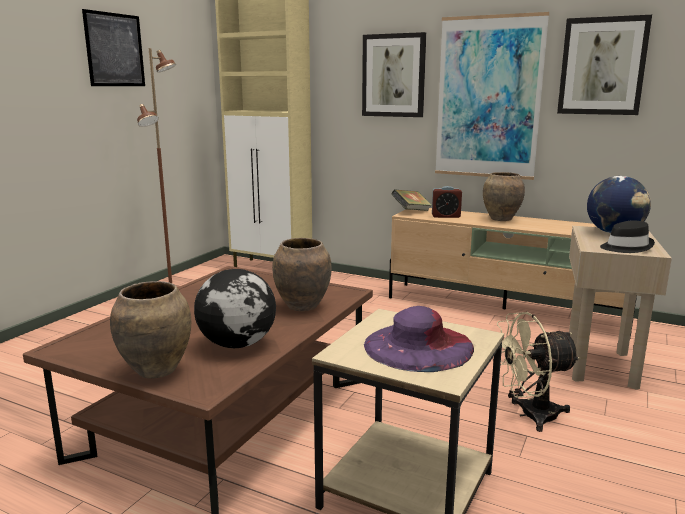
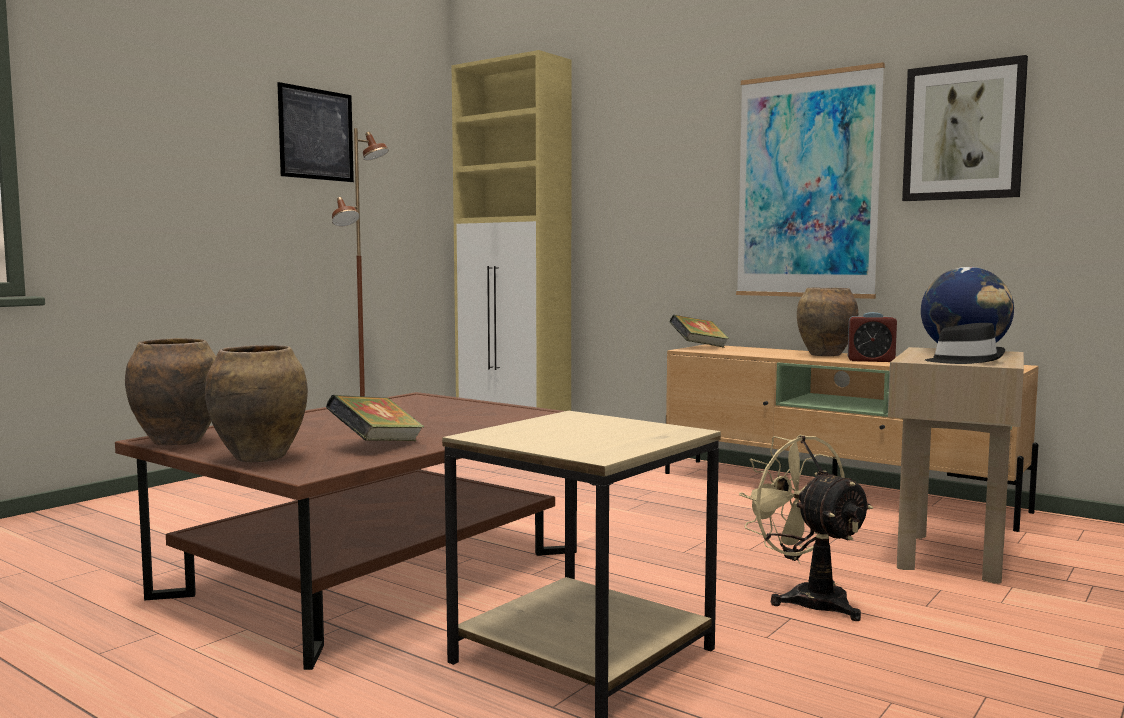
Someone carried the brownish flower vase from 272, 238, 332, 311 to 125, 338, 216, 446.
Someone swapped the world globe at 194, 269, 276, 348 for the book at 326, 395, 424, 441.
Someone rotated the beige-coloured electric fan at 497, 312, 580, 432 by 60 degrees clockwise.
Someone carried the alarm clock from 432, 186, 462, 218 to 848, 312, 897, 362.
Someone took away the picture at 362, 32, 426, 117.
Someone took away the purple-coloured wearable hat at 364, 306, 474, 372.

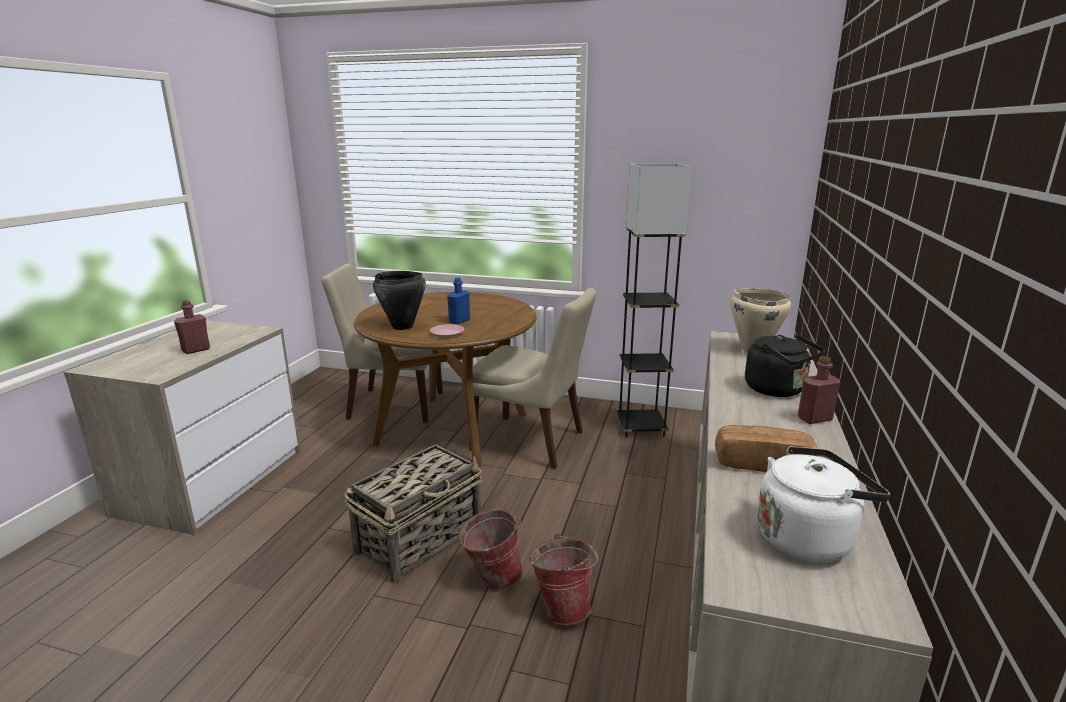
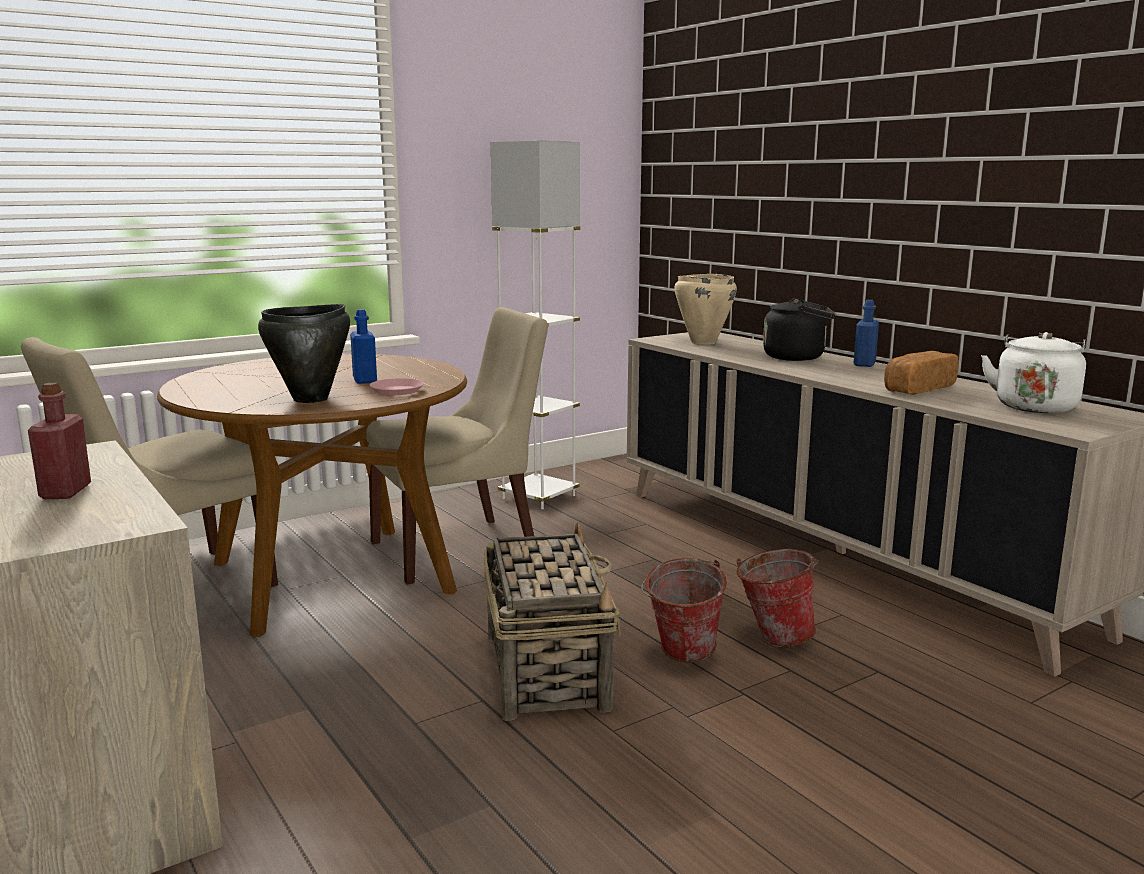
Someone repainted the blackish standard lamp at 617, 163, 691, 437, which became the white-coloured standard lamp at 491, 140, 580, 509.
Someone repainted the red-coloured bottle at 798, 356, 840, 424, which became the bluish bottle at 853, 300, 879, 367.

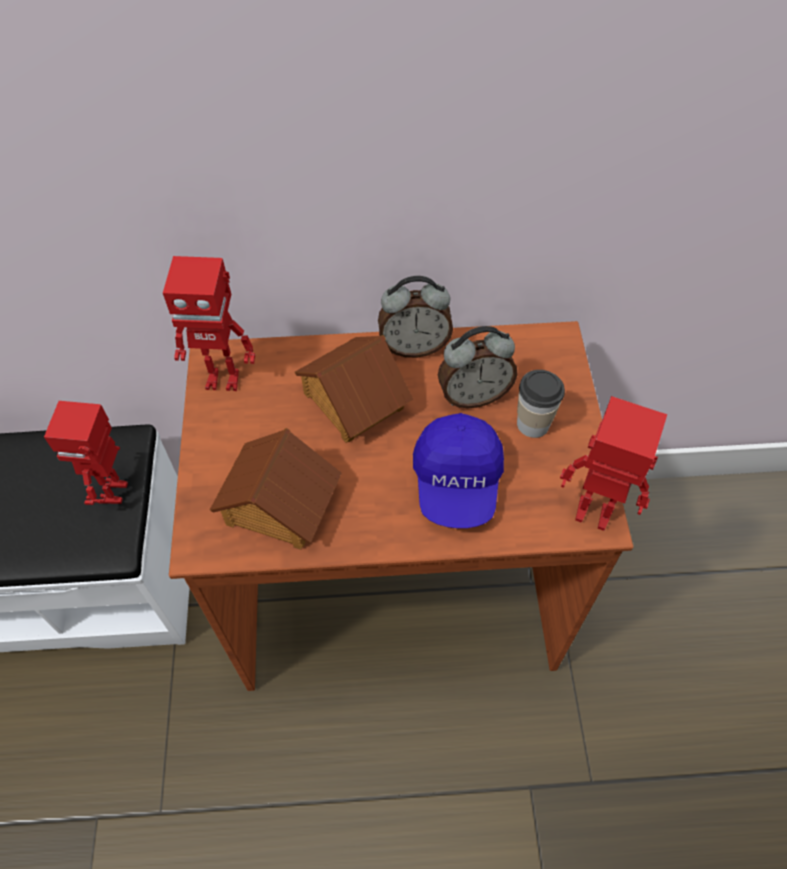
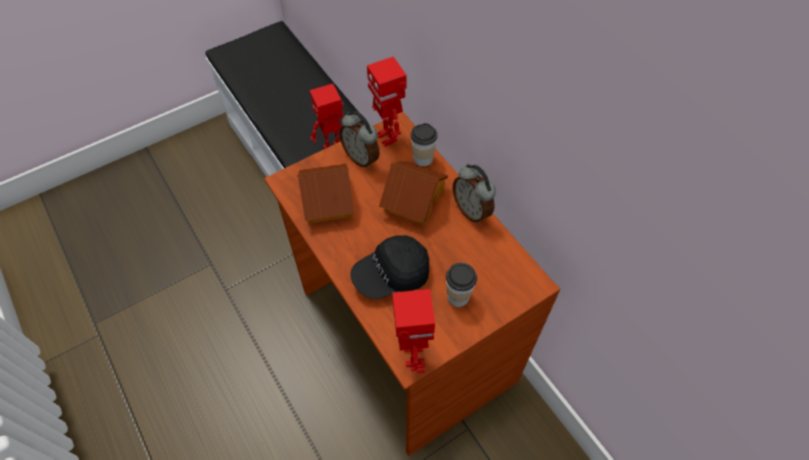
Someone carried the alarm clock from 438, 326, 518, 409 to 339, 111, 380, 169.
Someone repainted the bluish baseball cap at 413, 413, 504, 528, which became the blackish baseball cap at 350, 235, 429, 299.
Someone put down the drinking cup at 411, 123, 437, 166.

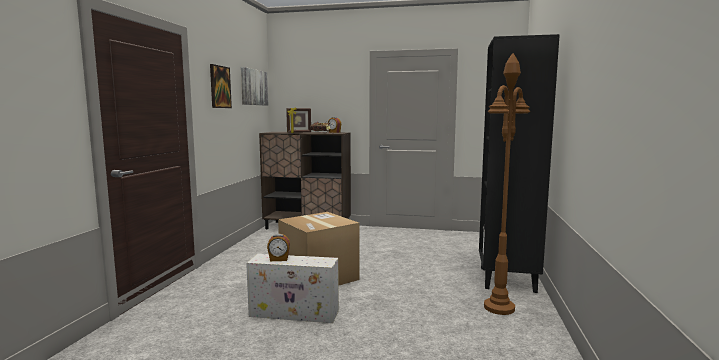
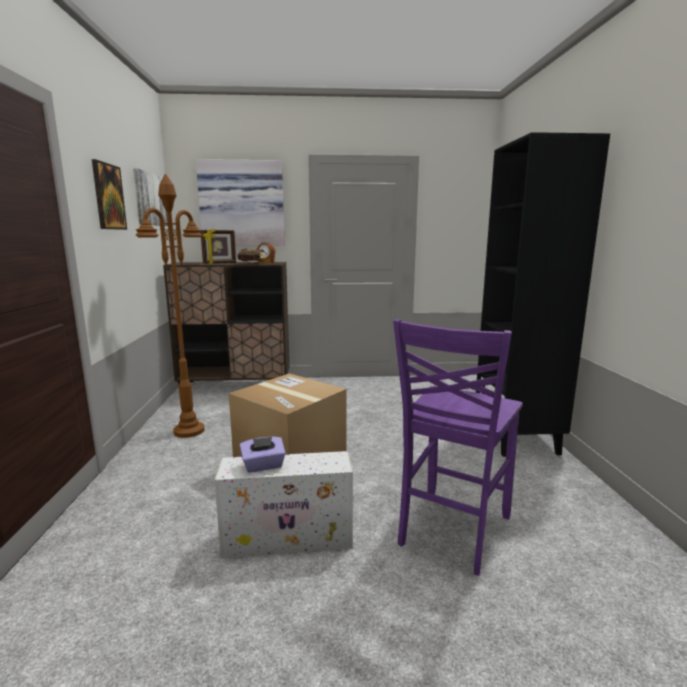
Someone carried the brownish standard lamp from 484, 53, 530, 315 to 135, 174, 204, 438.
Someone put up the picture at 196, 159, 285, 246.
Someone swapped the alarm clock at 267, 234, 290, 261 for the purple-coloured tissue holder at 240, 437, 286, 473.
Someone put down the purple-coloured upright chair at 393, 319, 523, 576.

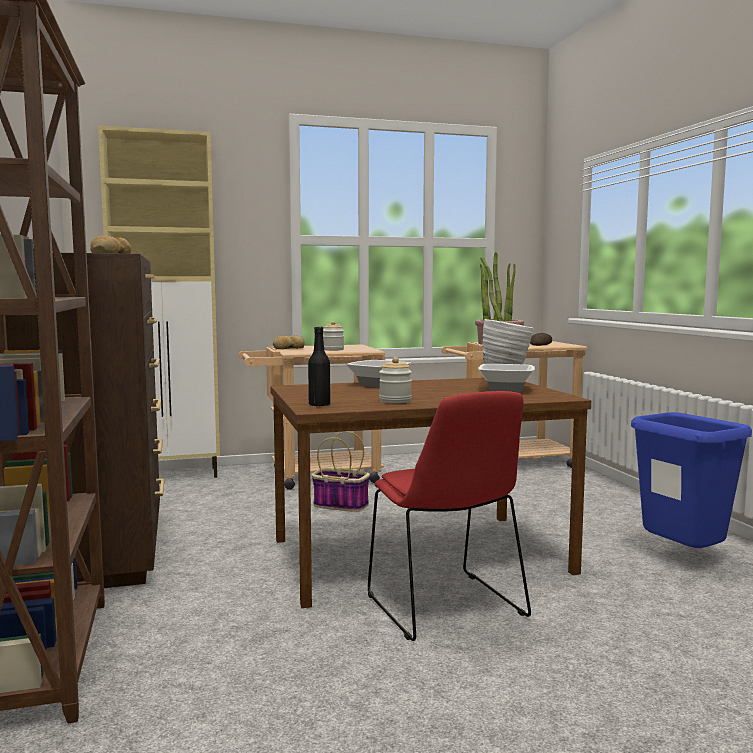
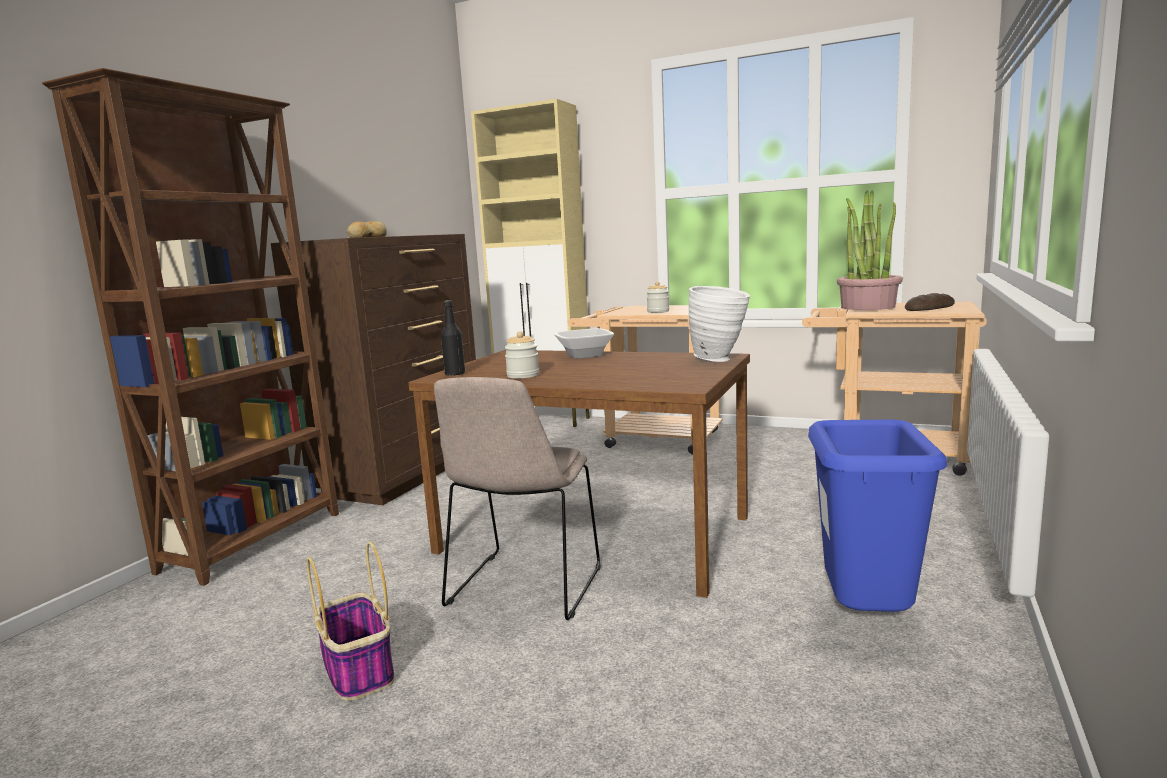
Someone carried the storage basket from 312, 431, 370, 512 to 307, 541, 395, 701.
Someone repainted the red-coloured upright chair at 368, 391, 531, 641, which became the beige-coloured upright chair at 434, 377, 600, 620.
Someone took away the bakery bread at 273, 335, 305, 349.
Someone took away the bowl at 478, 364, 535, 392.

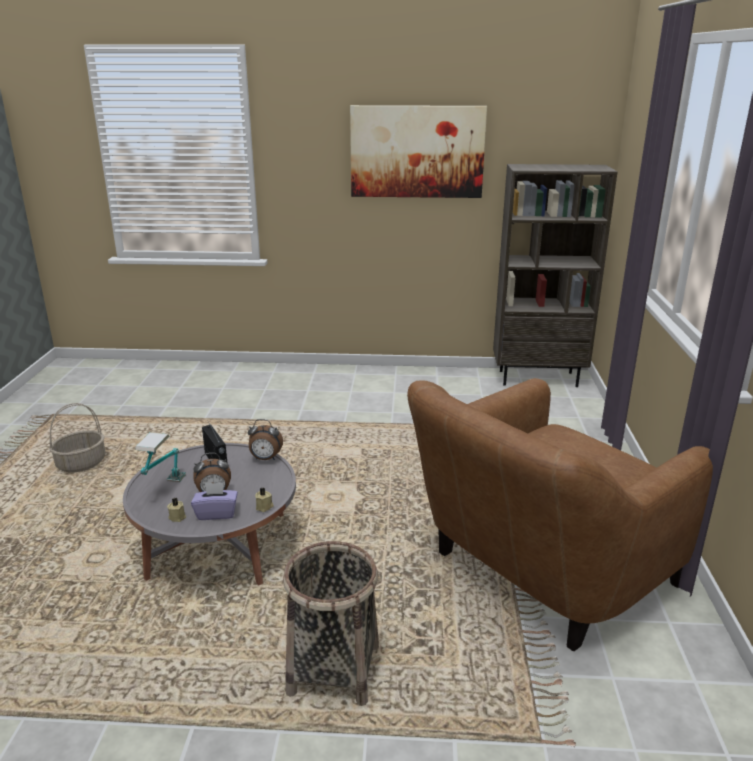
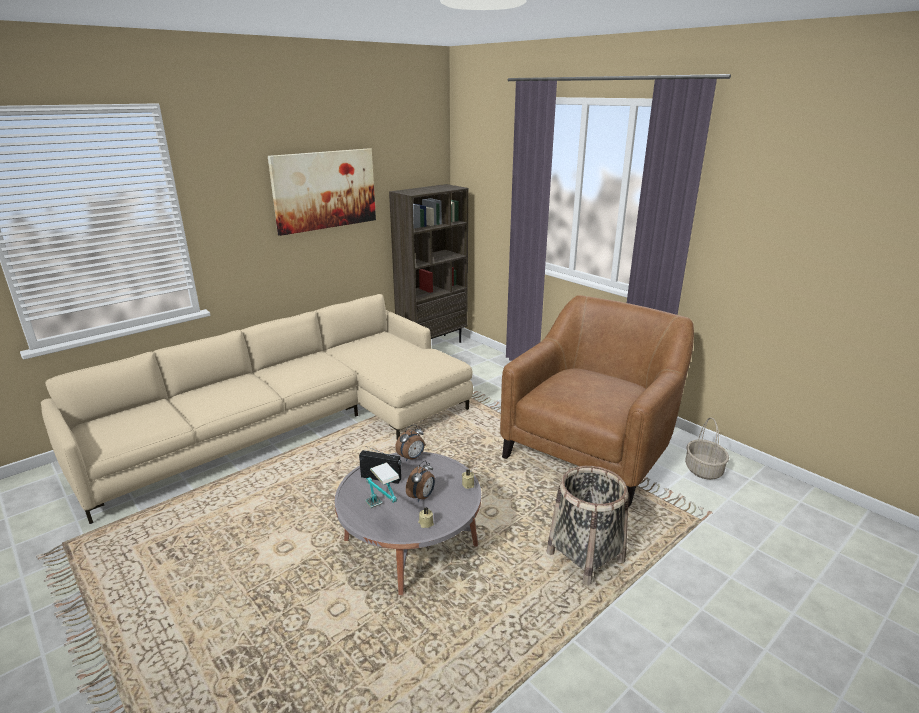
Someone put down the beige-coloured couch at 41, 294, 473, 524.
Someone rotated the brownish lounge chair at 407, 378, 713, 651 by 150 degrees counterclockwise.
Someone carried the storage basket from 49, 403, 105, 472 to 685, 417, 729, 480.
Someone took away the purple-coloured tissue holder at 191, 483, 238, 520.

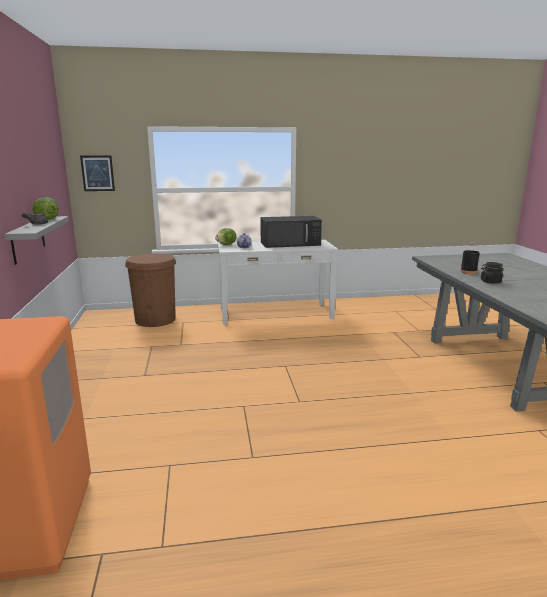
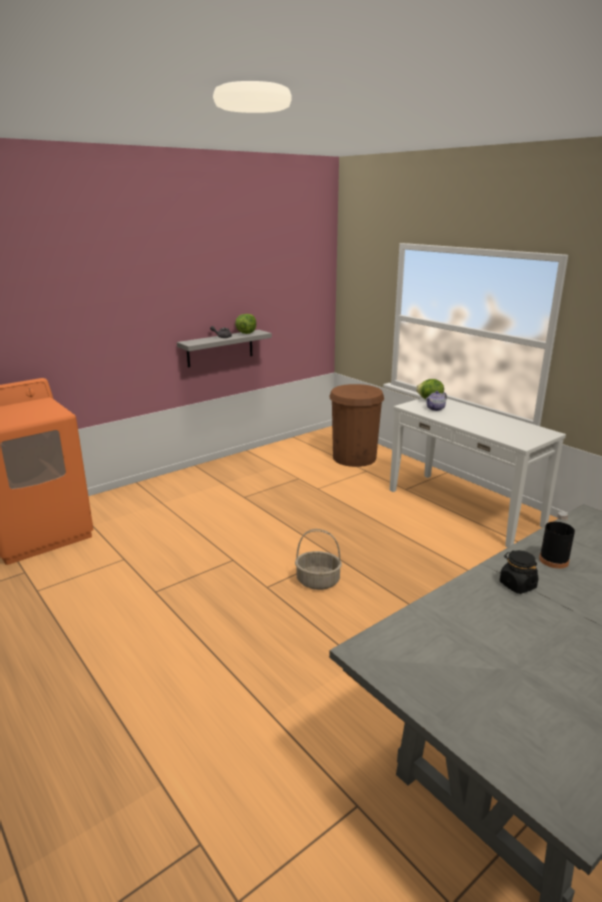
Someone put down the storage basket at 295, 529, 342, 590.
Someone took away the picture at 80, 155, 115, 191.
Someone took away the blackish microwave oven at 260, 216, 322, 248.

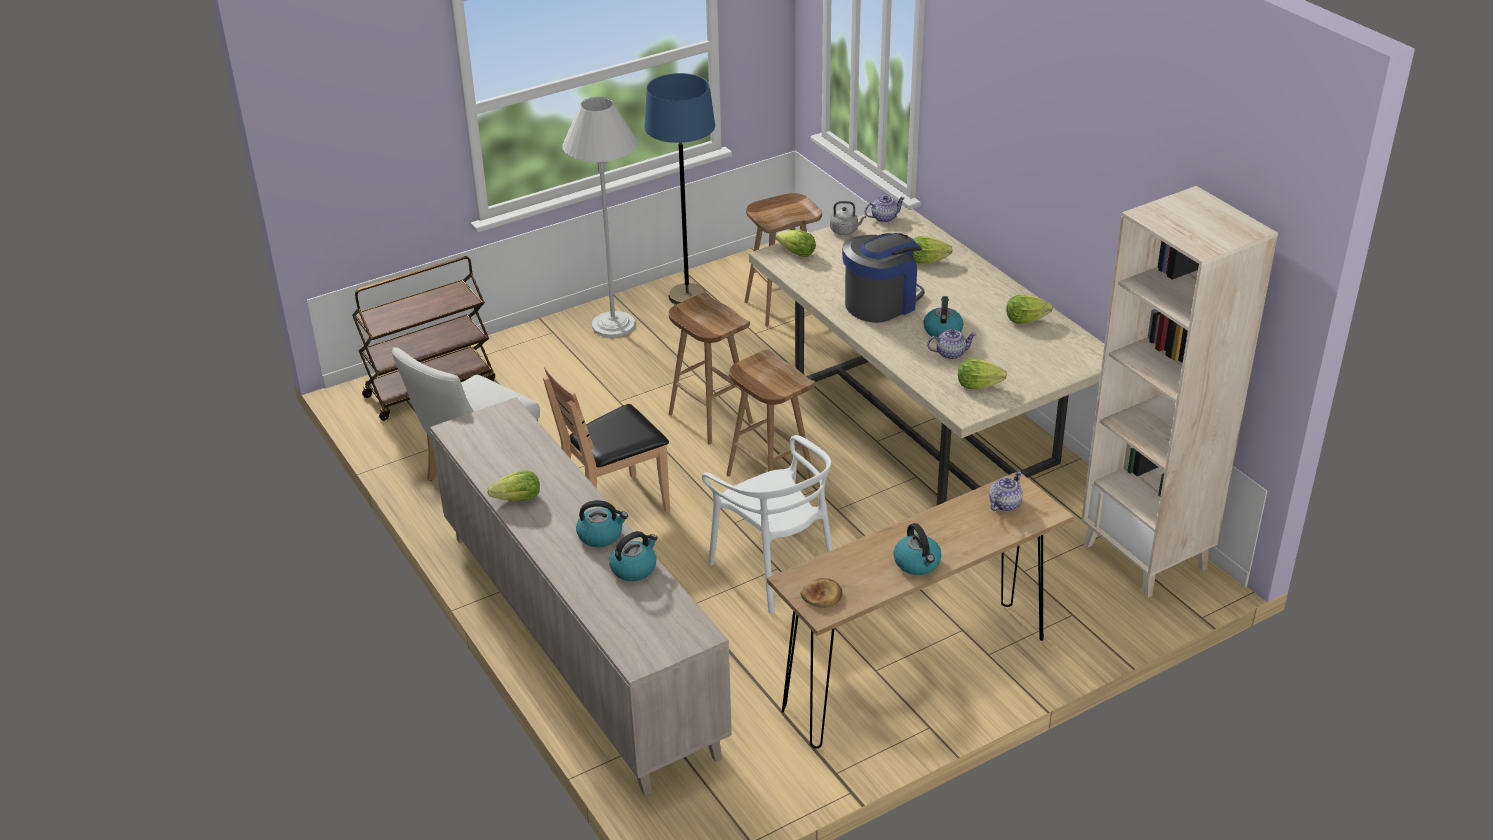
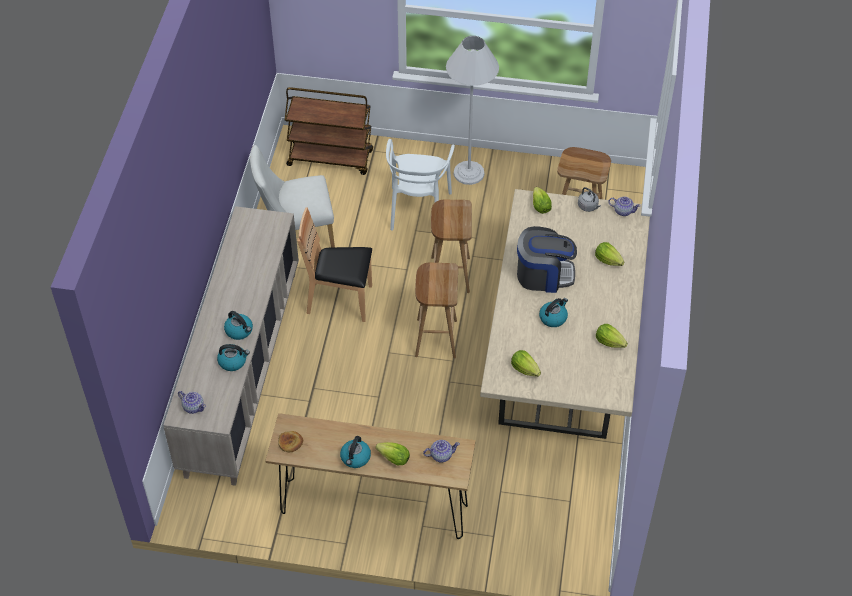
Someone carried the pot for tea from 927, 329, 976, 360 to 178, 391, 206, 414.
Someone carried the lettuce head from 487, 470, 540, 501 to 376, 442, 410, 465.
Someone carried the white-coloured upright chair from 702, 435, 833, 614 to 386, 139, 455, 231.
Someone took away the bluish standard lamp at 644, 73, 715, 305.
Someone took away the beige-coloured bookshelf at 1081, 186, 1278, 598.

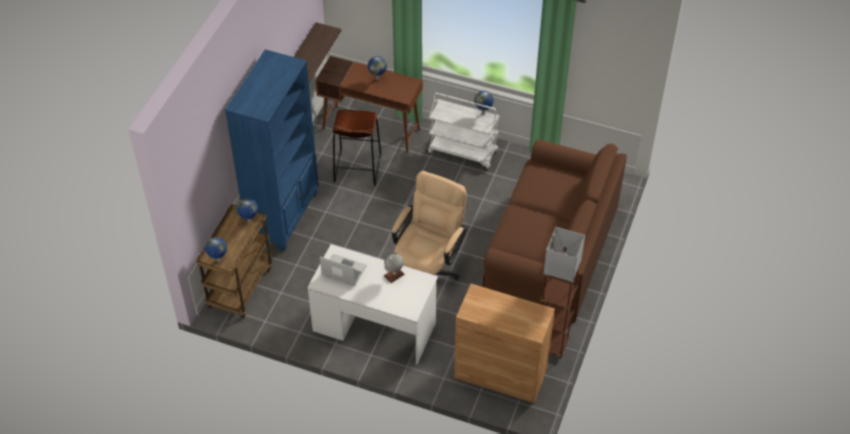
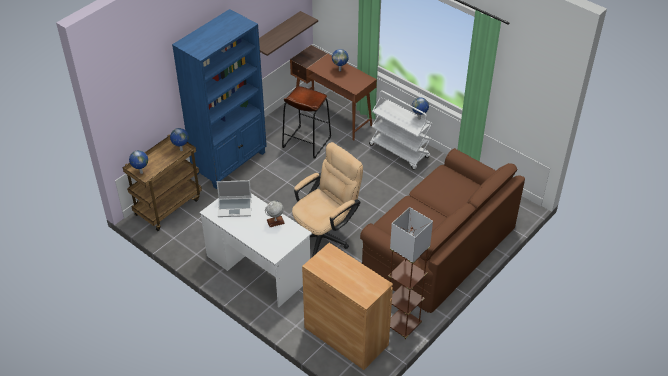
Someone rotated the laptop at 320, 254, 367, 286 by 135 degrees clockwise.

